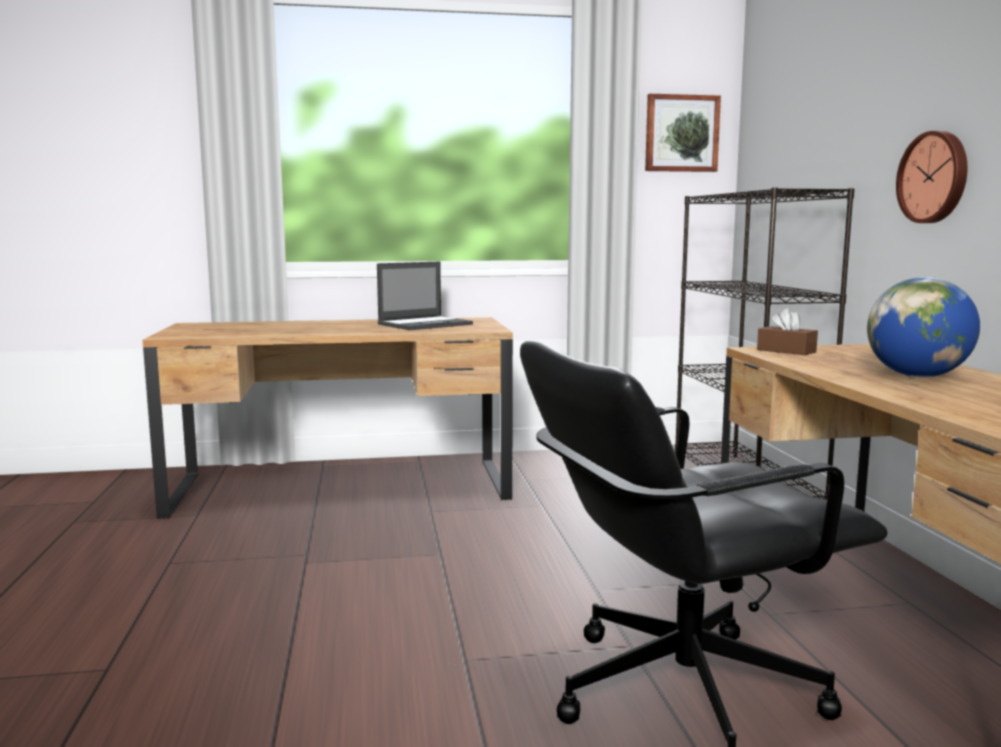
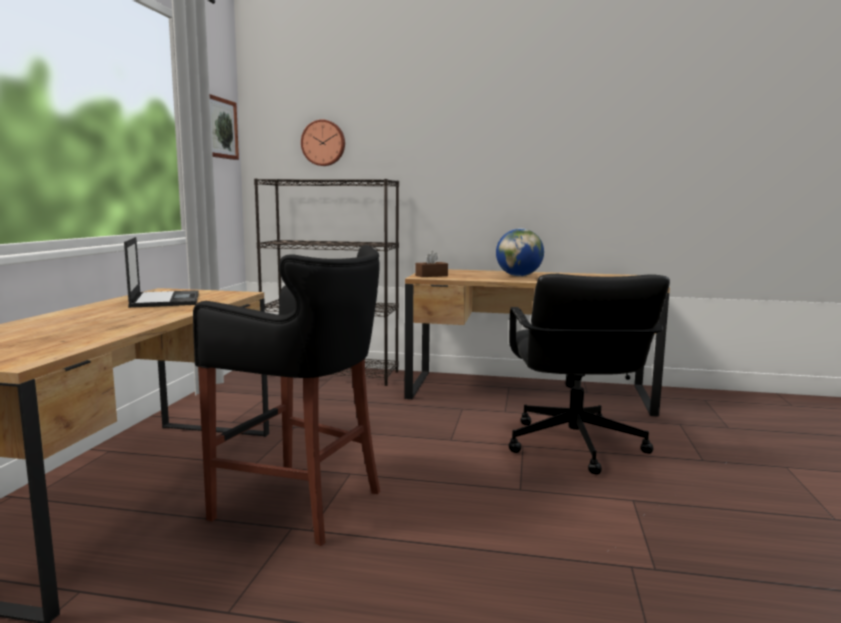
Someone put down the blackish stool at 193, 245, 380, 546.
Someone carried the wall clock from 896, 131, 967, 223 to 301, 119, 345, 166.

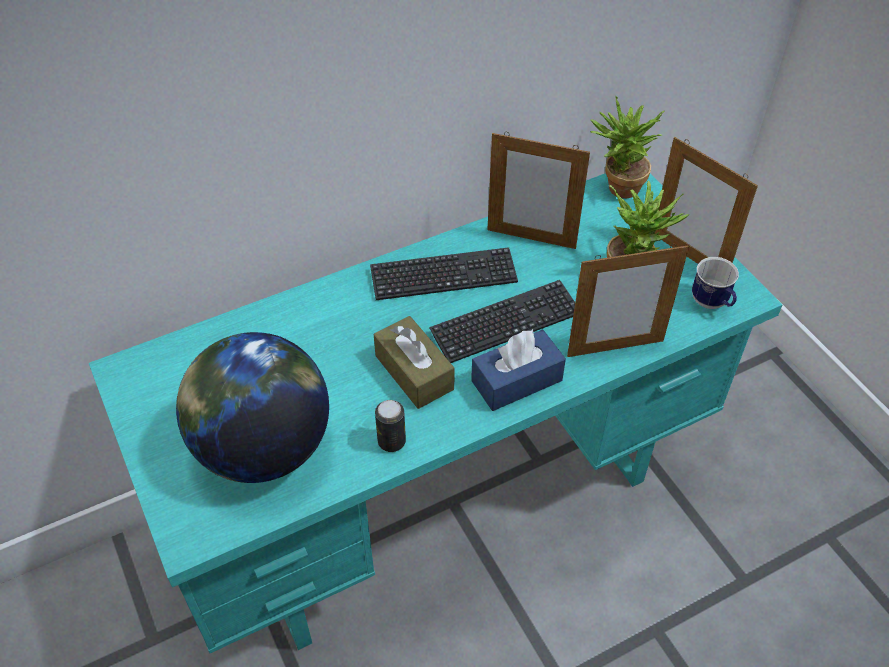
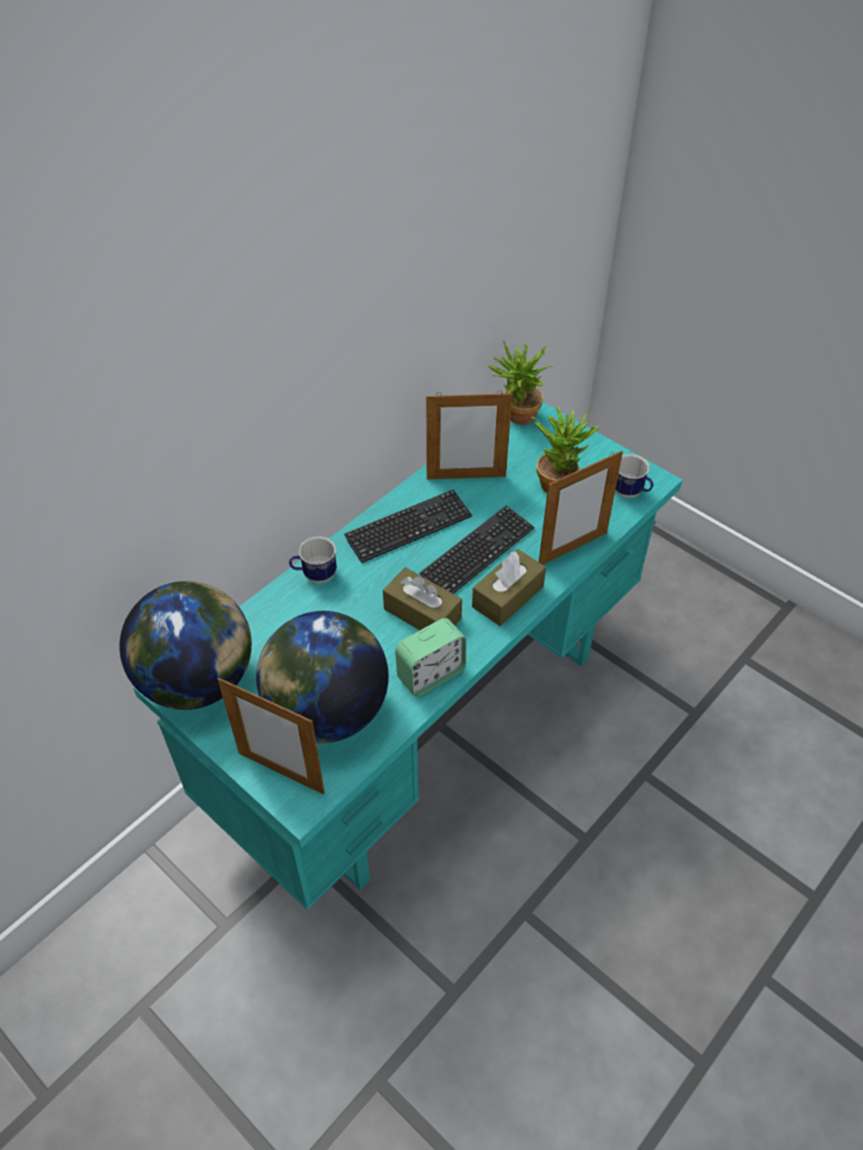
Someone put down the world globe at 119, 581, 252, 710.
Someone carried the picture frame from 655, 137, 758, 264 to 218, 677, 325, 795.
Someone put down the mug at 289, 536, 337, 583.
Someone swapped the can at 375, 400, 406, 452 for the alarm clock at 395, 618, 466, 697.
Someone repainted the bluish tissue holder at 471, 329, 566, 411, which became the brownish tissue holder at 472, 549, 546, 626.

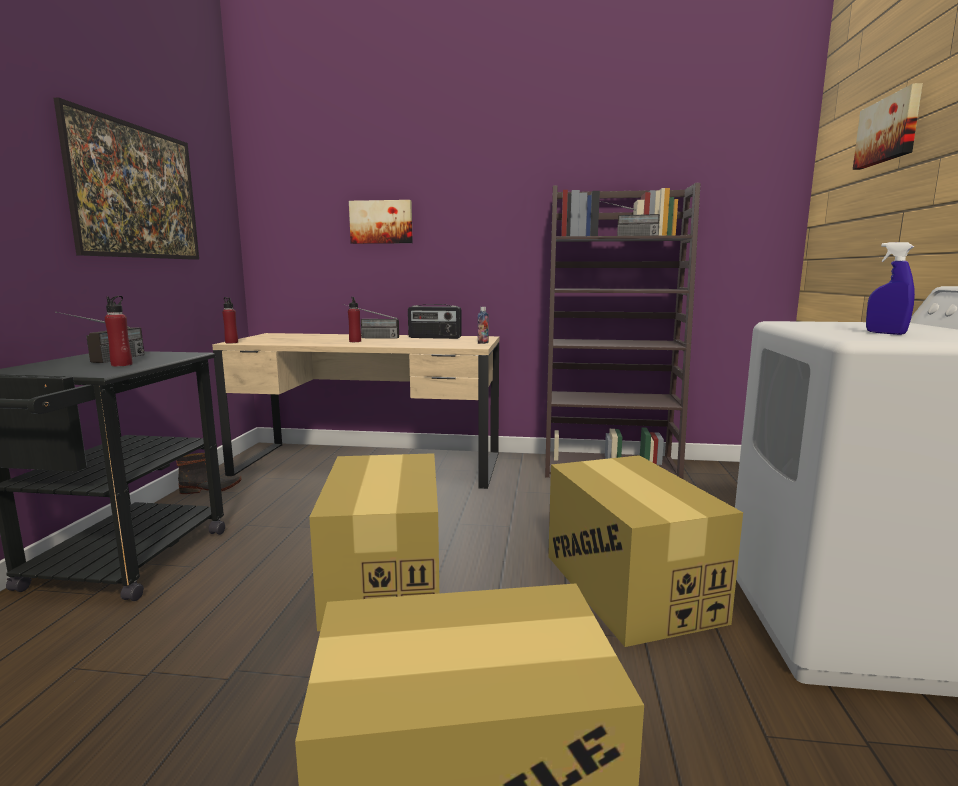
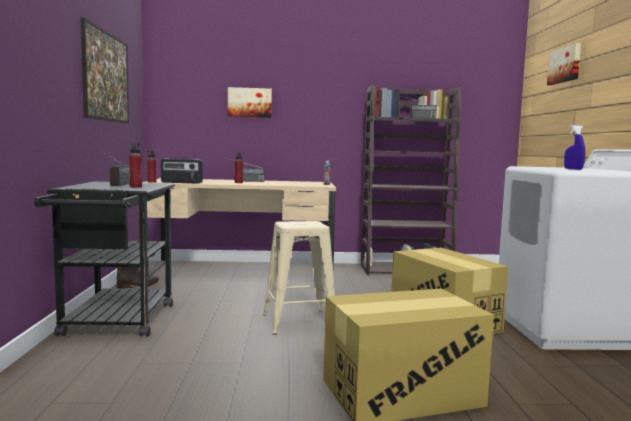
Someone carried the radio set from 408, 304, 462, 339 to 161, 157, 203, 184.
Someone swapped the packing box at 309, 453, 439, 631 for the beige-coloured stool at 263, 221, 335, 335.

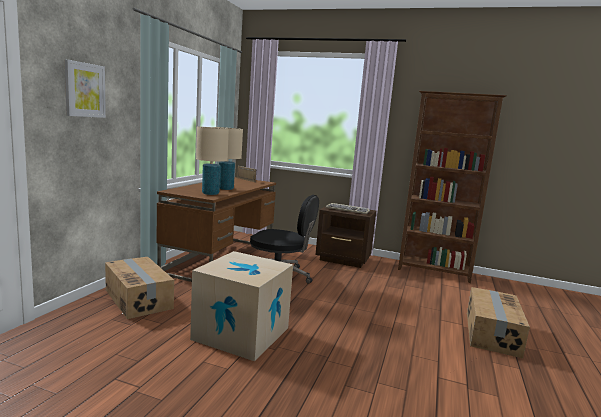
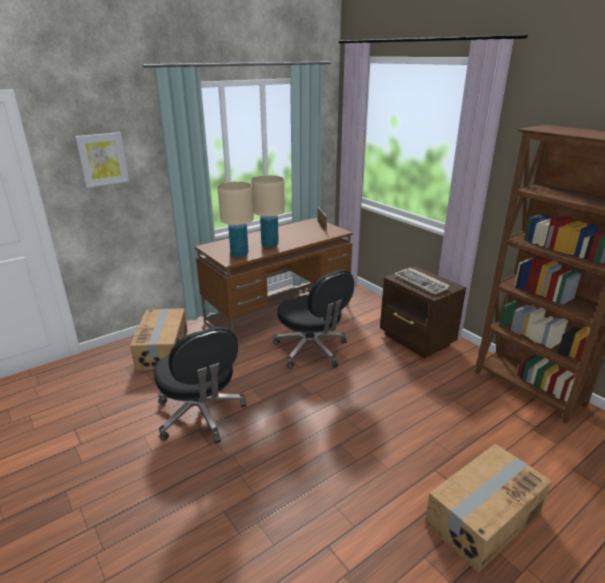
Someone swapped the packing box at 190, 251, 293, 361 for the blackish office chair at 153, 327, 246, 444.

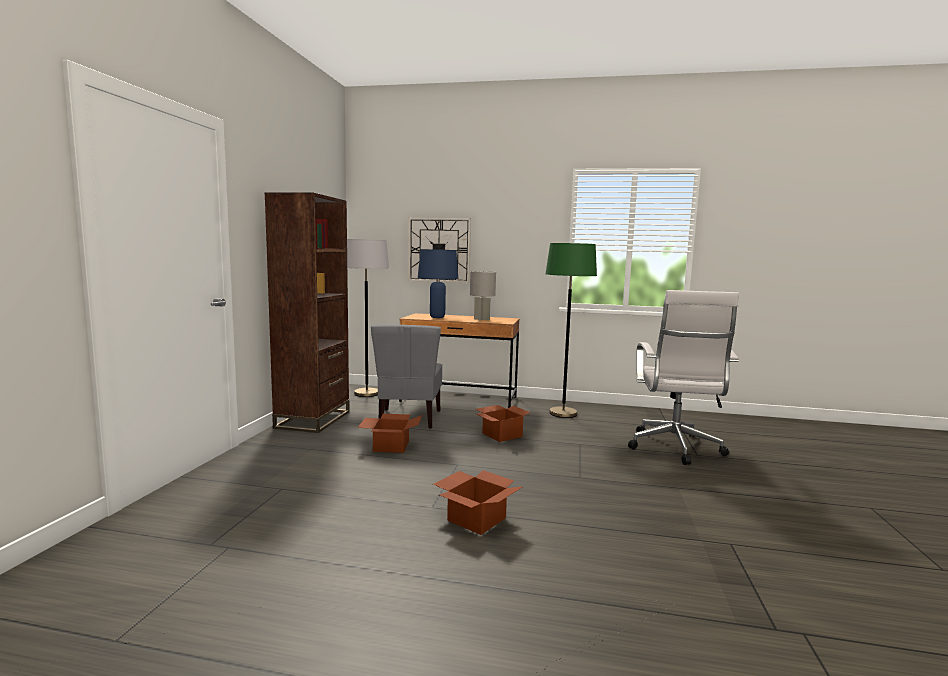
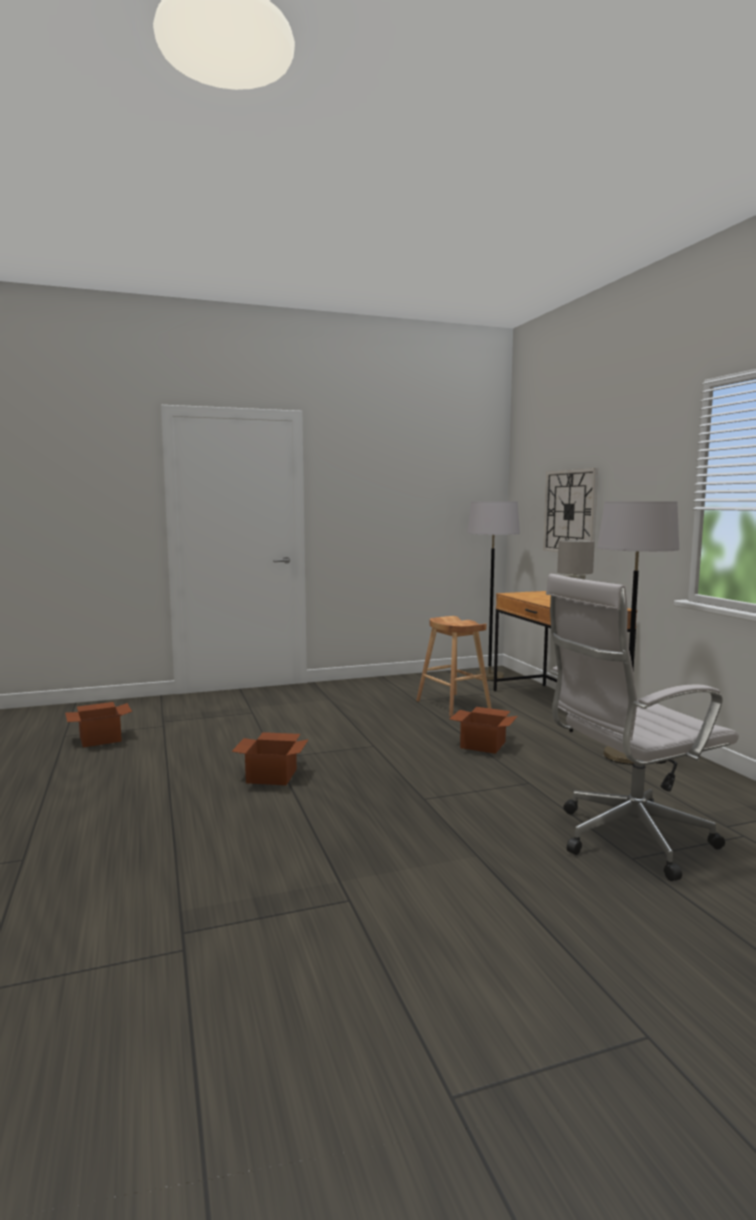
Someone carried the packing box from 357, 414, 423, 453 to 65, 702, 132, 747.
Someone swapped the grey upright chair at 371, 325, 442, 429 for the brownish stool at 416, 616, 492, 717.
Someone repainted the green standard lamp at 546, 243, 597, 418, which became the grey standard lamp at 597, 502, 680, 765.
Someone took away the brownish bookshelf at 264, 192, 350, 433.
Someone took away the bluish table lamp at 418, 249, 458, 318.

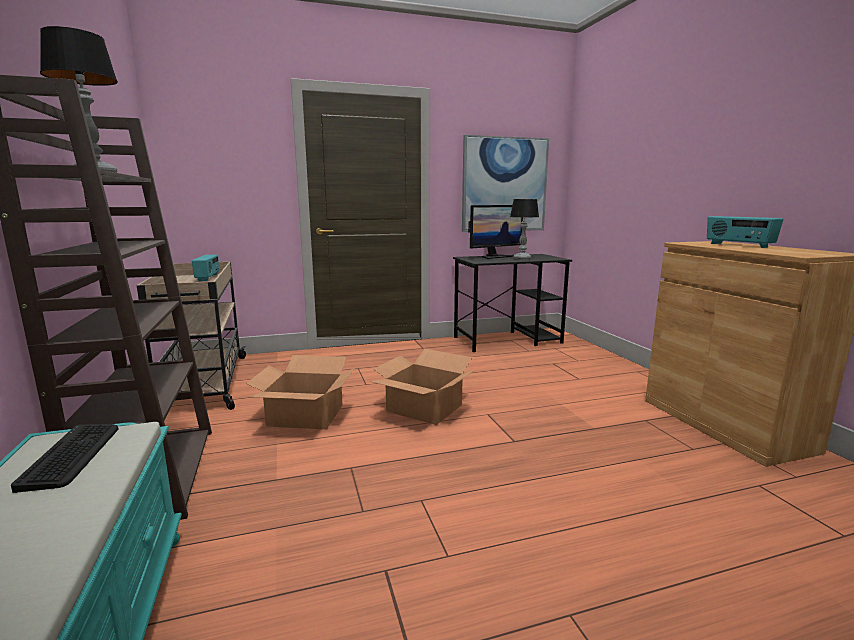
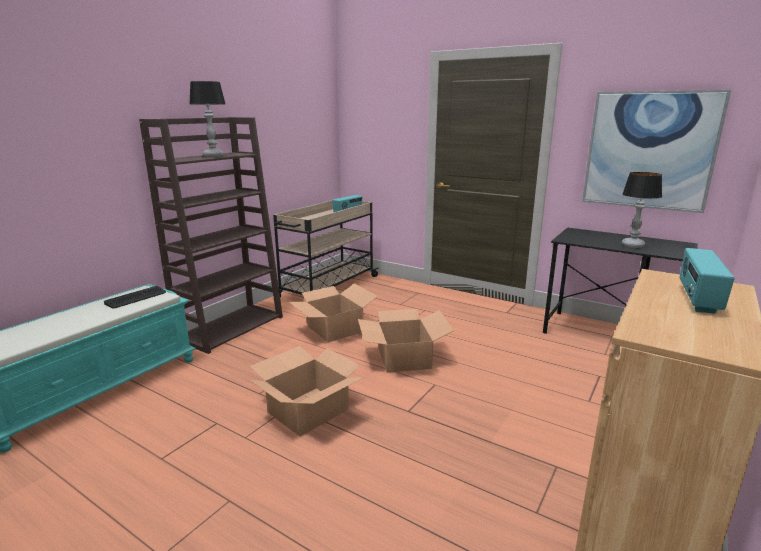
Someone put down the packing box at 250, 346, 364, 437.
Someone took away the monitor at 468, 205, 523, 259.

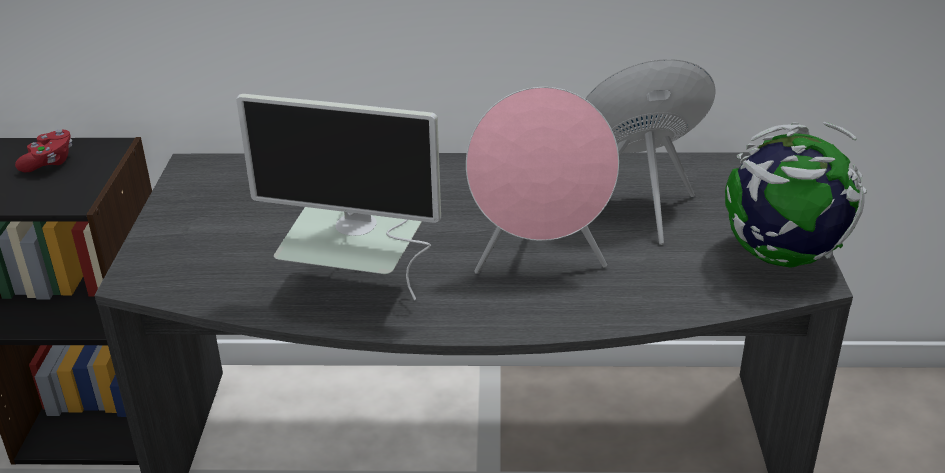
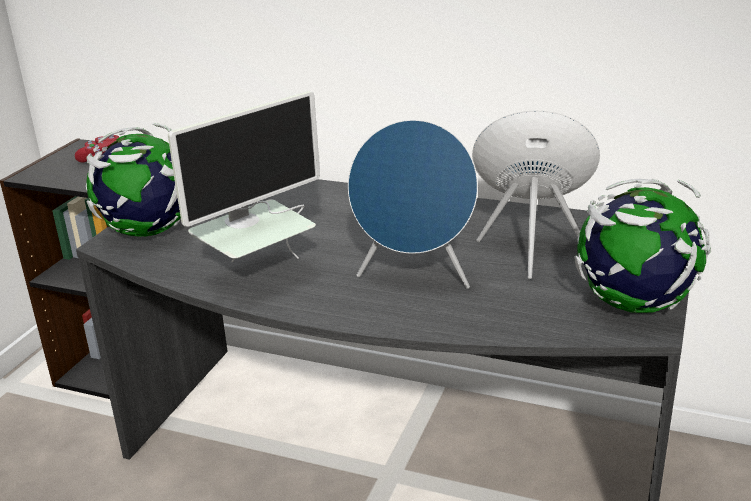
Someone put down the world globe at 86, 123, 181, 237.
Someone rotated the monitor at 236, 94, 441, 300 by 75 degrees counterclockwise.
Someone repainted the pink-coloured audio speaker at 466, 87, 619, 274, which became the bluish audio speaker at 348, 120, 478, 289.

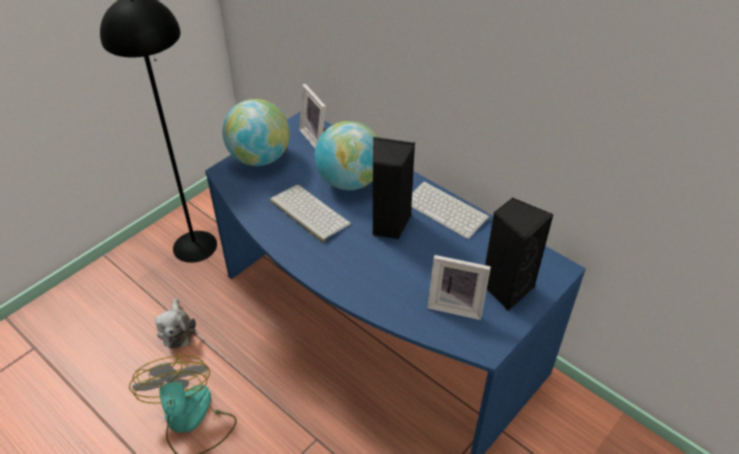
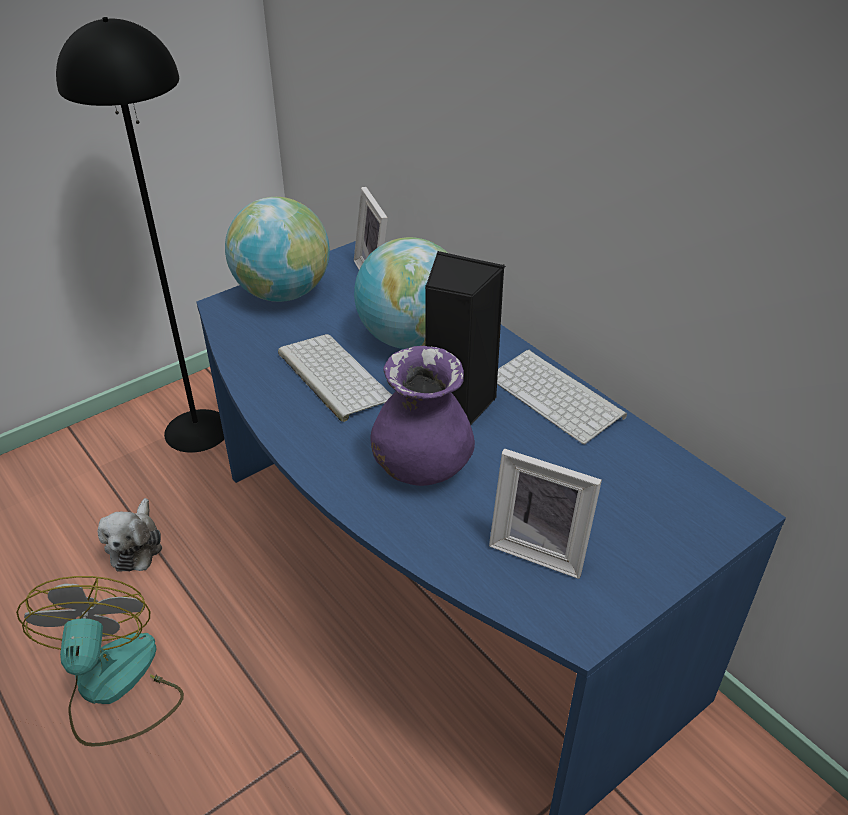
Someone put down the purple-coloured flower vase at 371, 346, 475, 486.
Someone took away the blackish audio speaker at 485, 198, 554, 311.

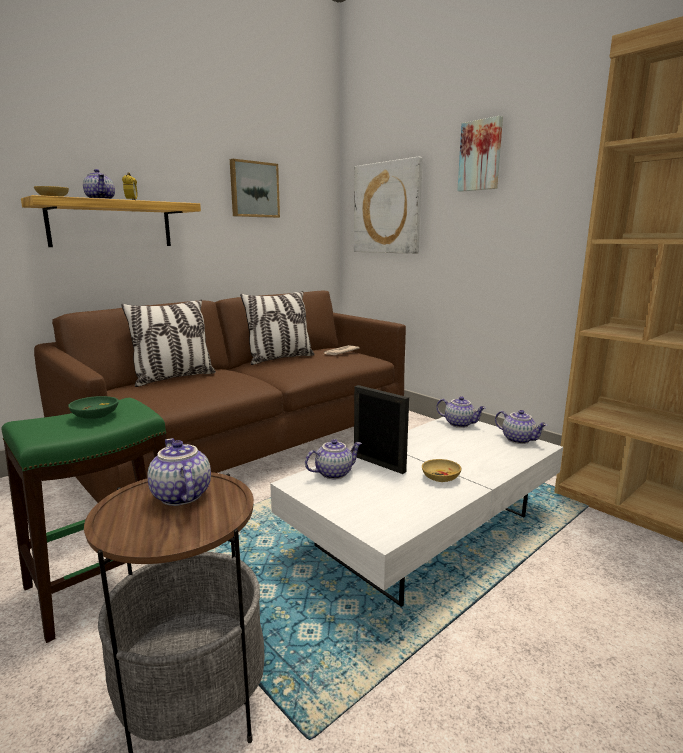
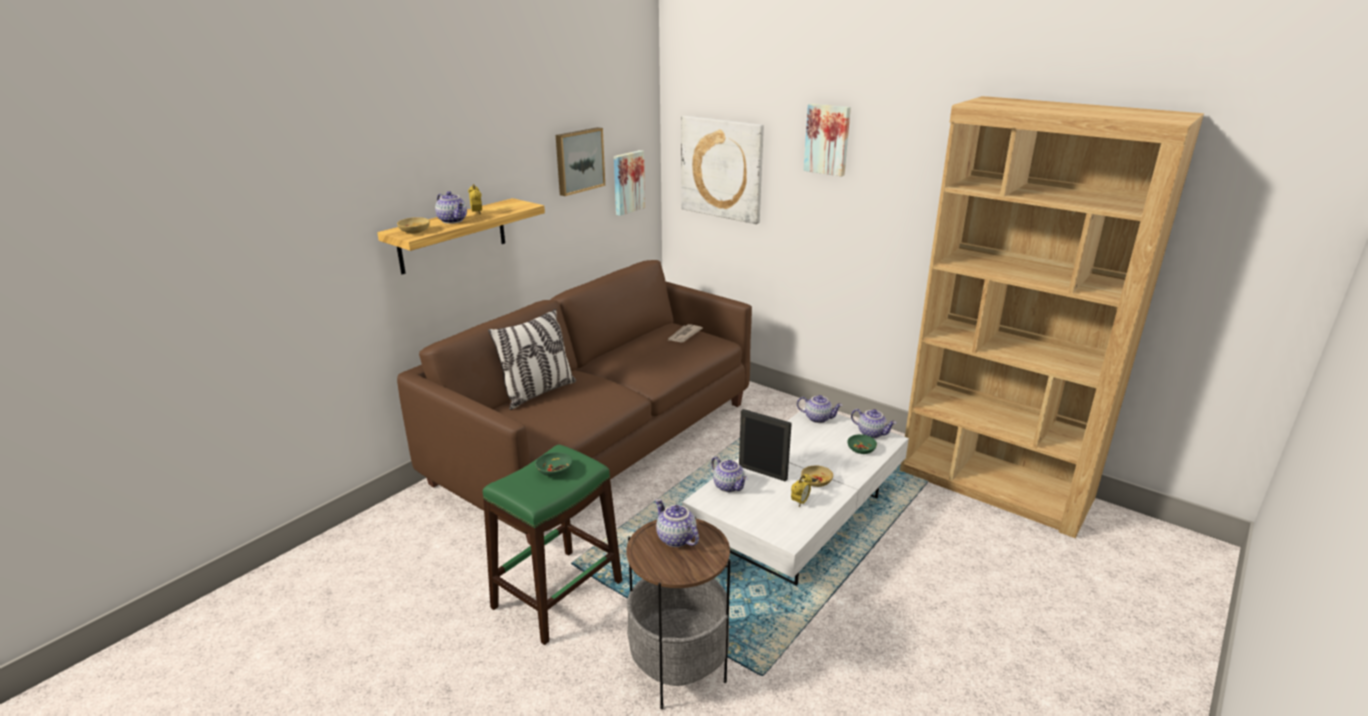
Someone put up the picture at 614, 150, 645, 216.
Someone rotated the pot for tea at 305, 439, 362, 479 by 90 degrees clockwise.
Someone put down the alarm clock at 791, 474, 812, 507.
Someone put down the green bowl at 847, 434, 877, 454.
Someone took away the pillow at 240, 291, 314, 365.

